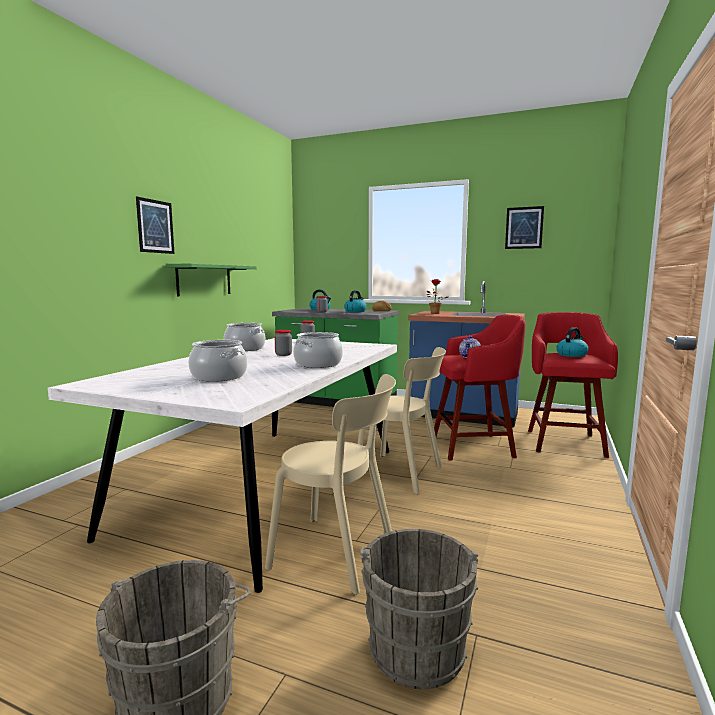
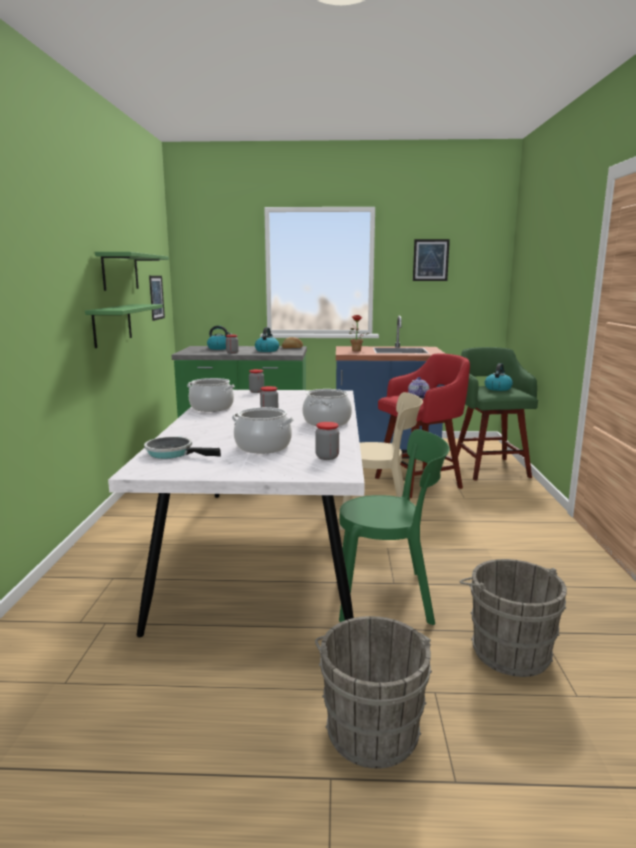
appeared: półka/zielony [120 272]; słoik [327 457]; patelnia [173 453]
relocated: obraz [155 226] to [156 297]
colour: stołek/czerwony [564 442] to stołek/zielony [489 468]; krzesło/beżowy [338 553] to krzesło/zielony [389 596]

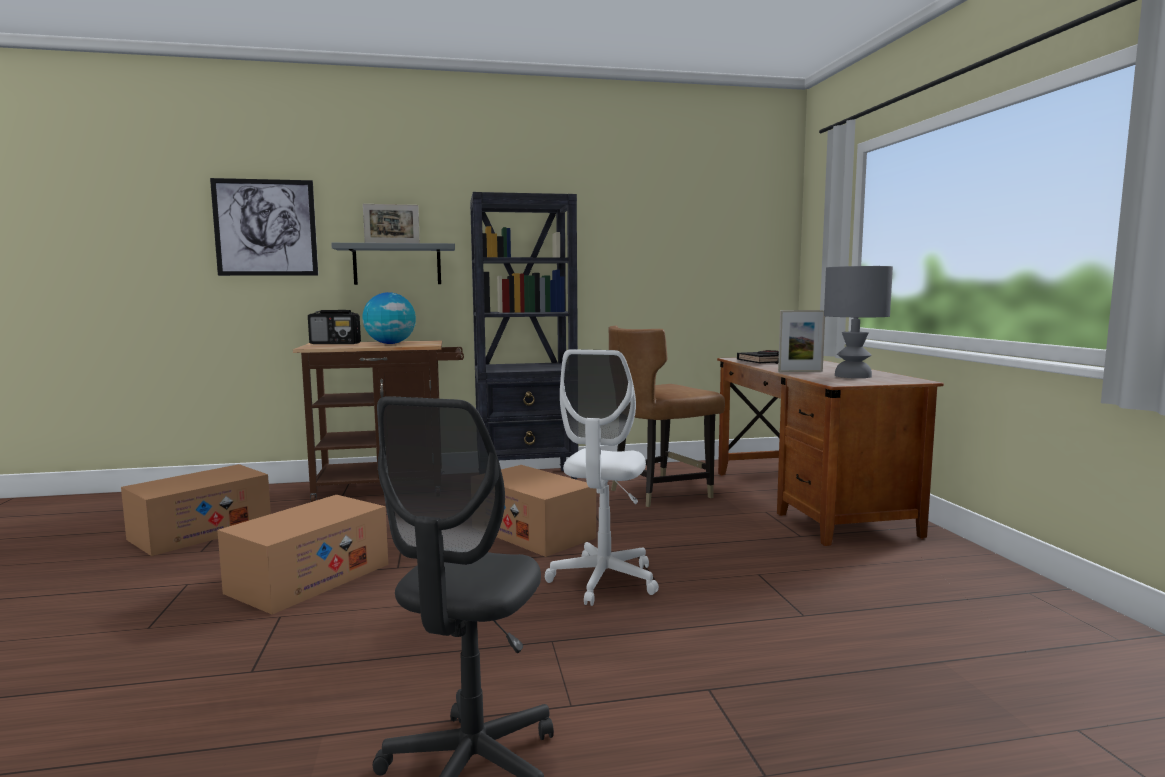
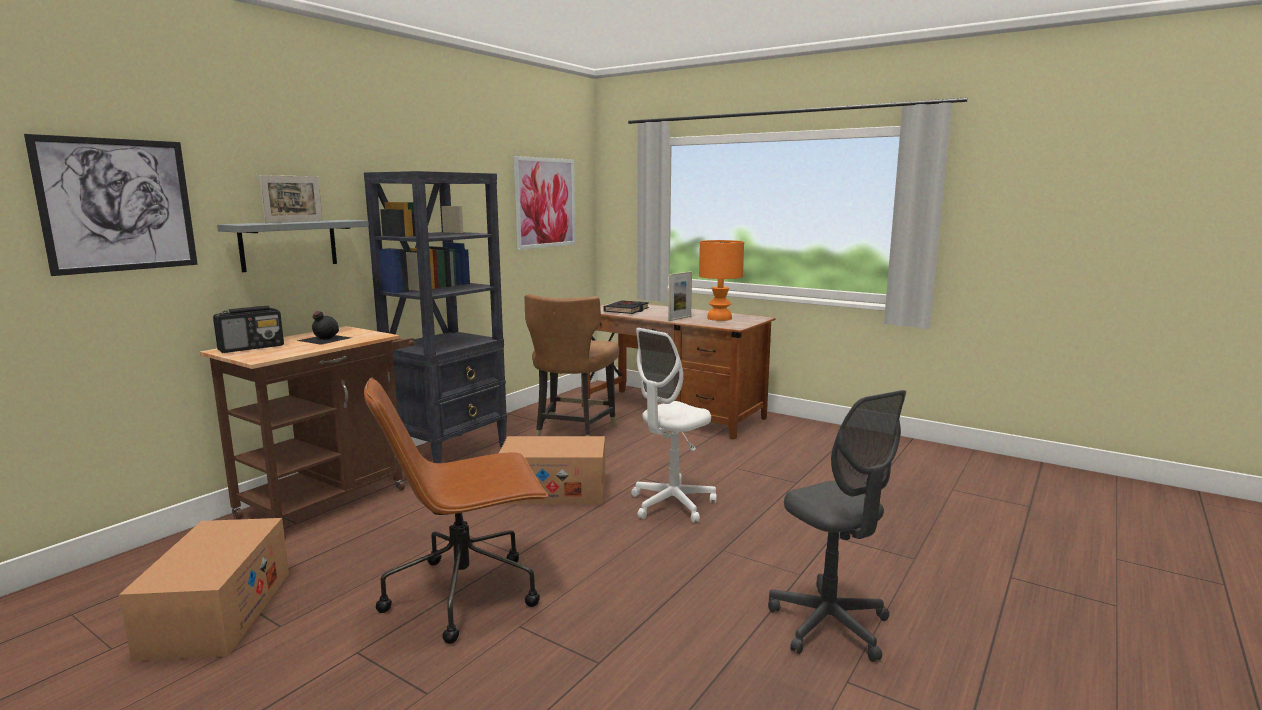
appeared: obraz [545 203]
exchanged: globus [390 343] to butelka/czarny [323 339]; karton [309 578] to krzesło biurowe/brązowy [466 593]
colour: lampa stołowa/szary [853 376] to lampa stołowa/pomarańczowy [719 318]
spun: krzesło biurowe/biały [604 581] = [672 505] 75 degrees clockwise

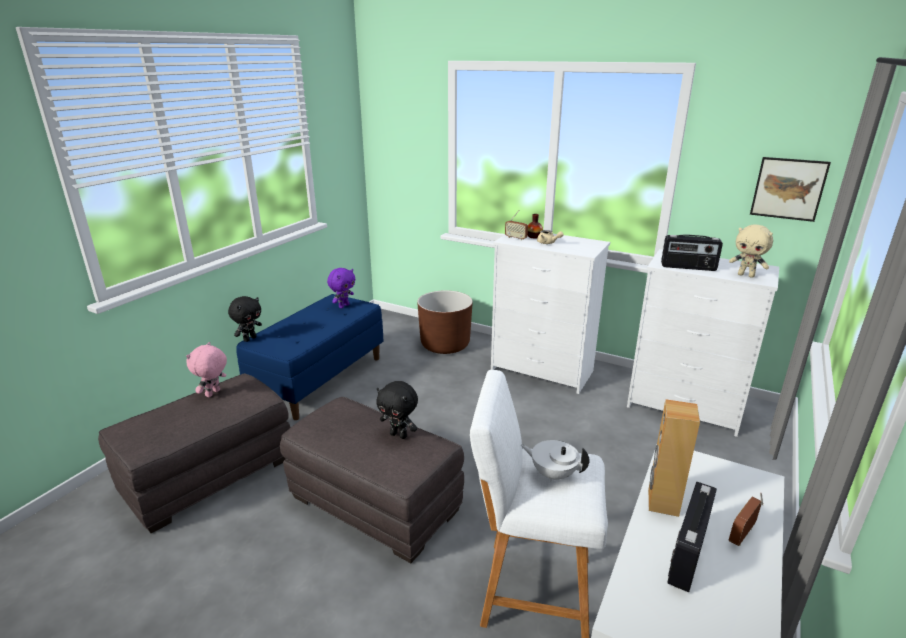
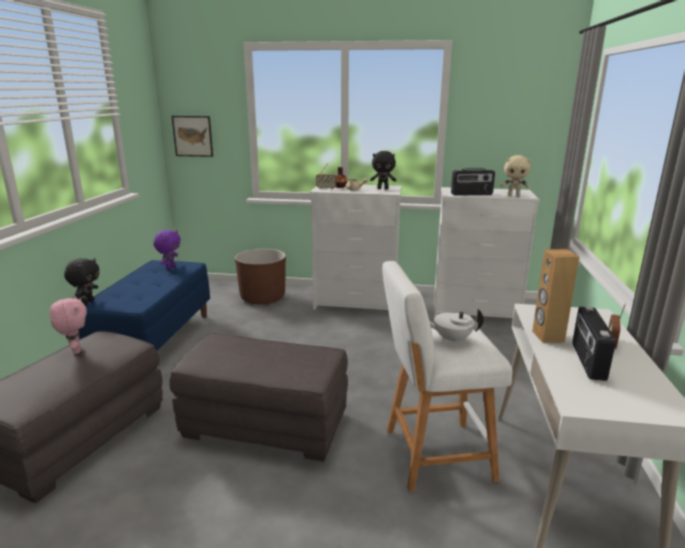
relocated: obraz [788 189] to [193 136]; pluszak/czarny [399 435] to [383 188]
spun: pluszak/różowy [213 394] = [75 350] 150 degrees clockwise

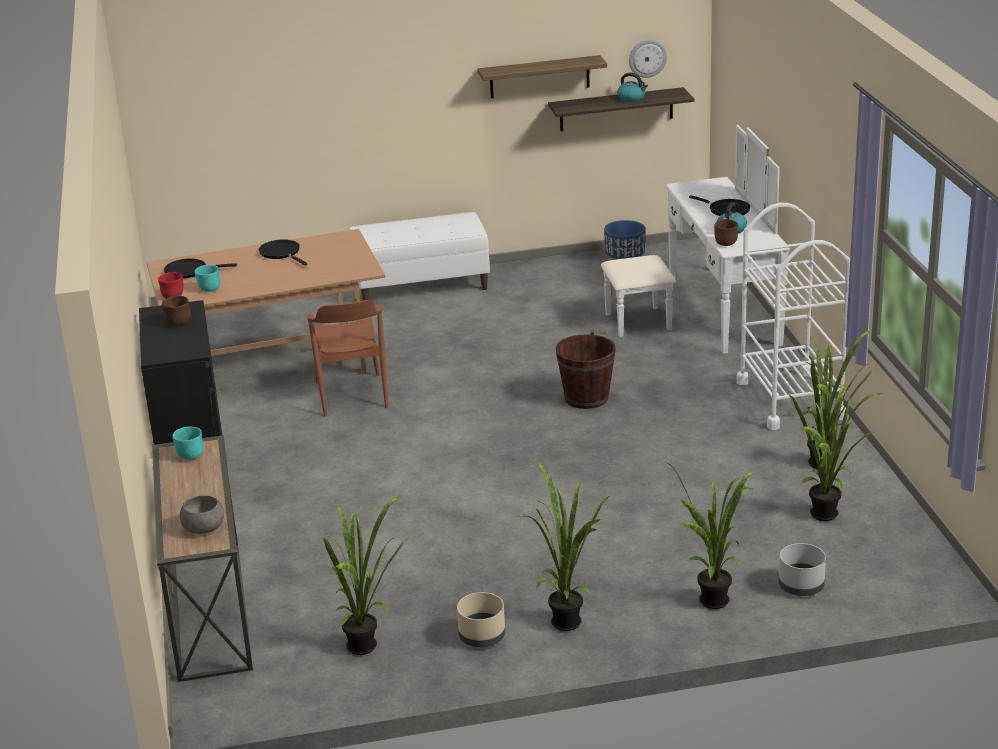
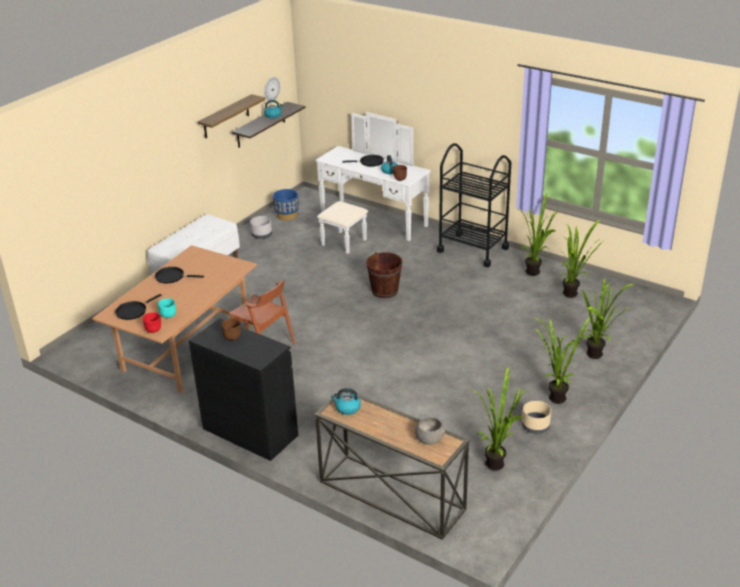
relocated: donica/szary [800 586] to [261 235]
exchanged: miska/turkusowy [190 456] to czajnik [347 408]
colour: wózek/biały [790 399] to wózek/czarny [472 249]

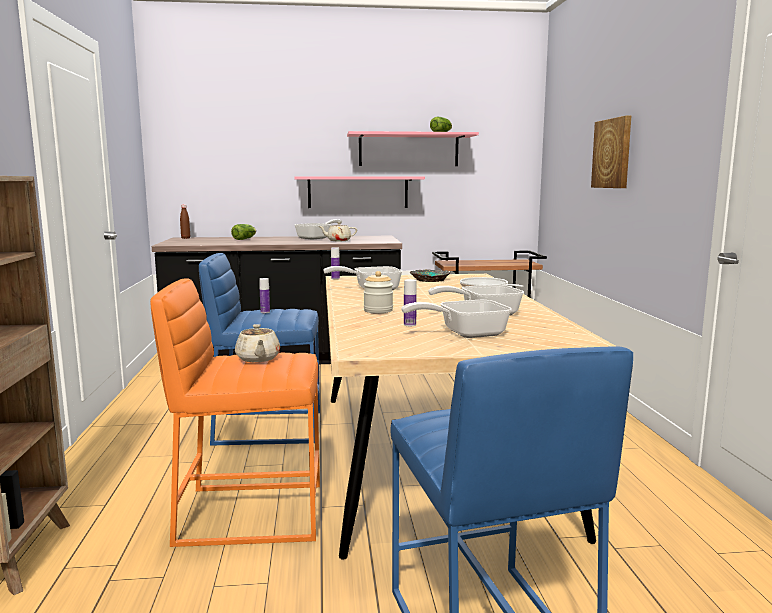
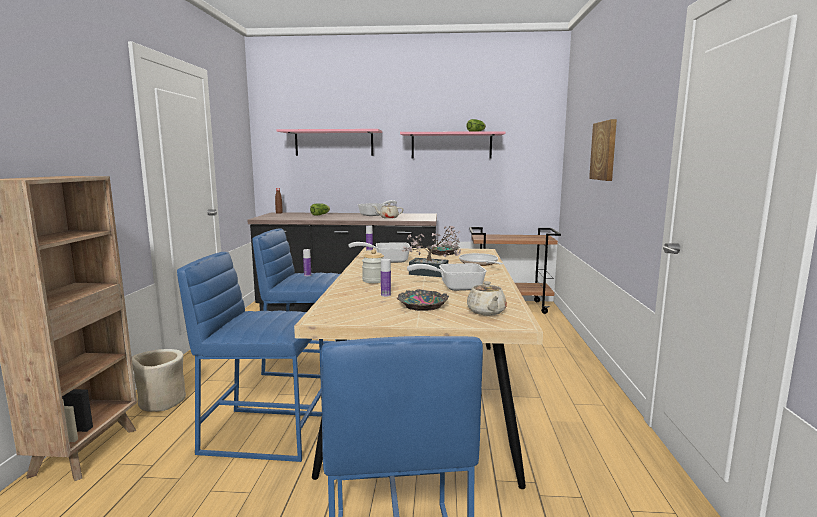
appeared: roślina doniczkowa [433 274]; donica/beżowy [161 402]
relocated: półka/różowy [358 192] to [334 143]; imbryk/beżowy [258 359] to [486 312]
exchanged: patelnia [465 333] to miska [422 306]
colour: stołek/pomarańczowy [250 512] to stołek/niebieski [264 432]

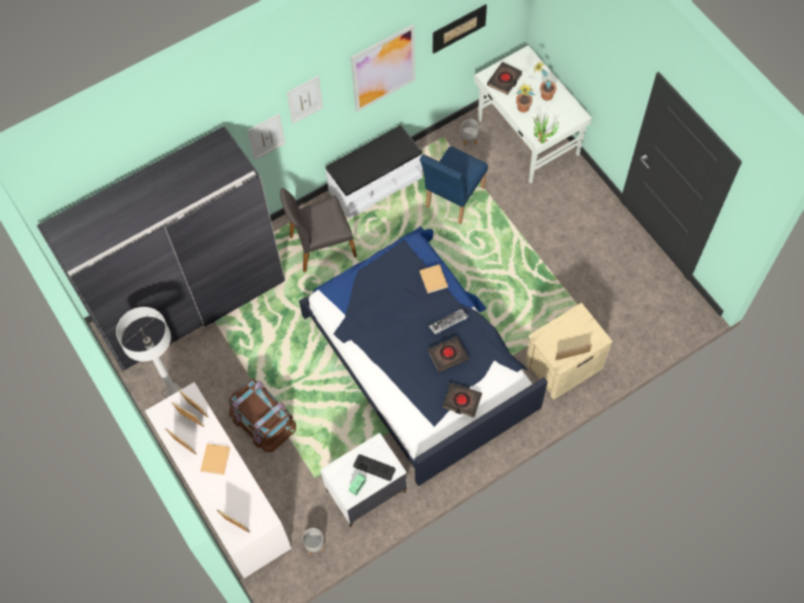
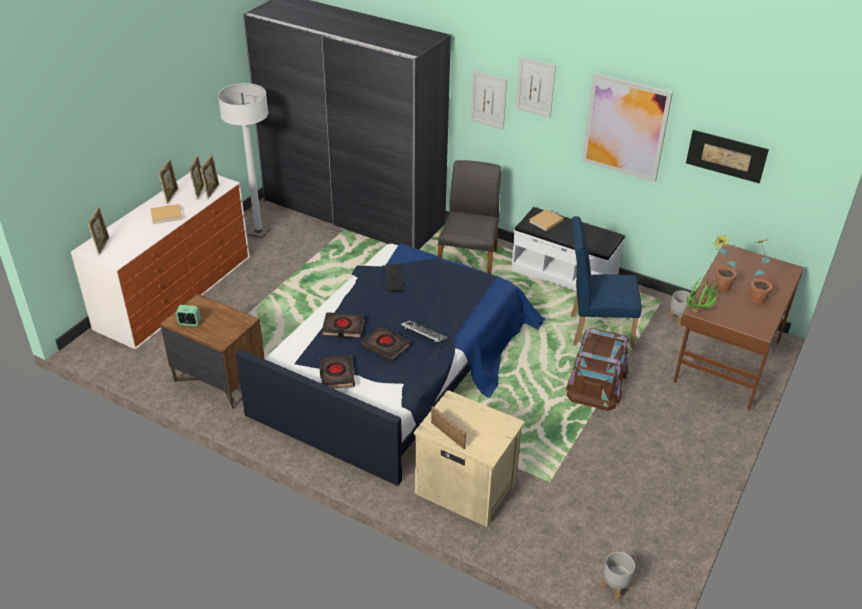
relocated: książka/czarny [504 80] to [343 328]; książka/beżowy [434 280] to [545 221]; pojemnik do przechowywania/brązowy [263 419] to [597 382]; klawiatura [374 467] to [394 278]; donica/szary [315 545] to [614 587]
colour: biurko/biały [527 138] to biurko/brązowy [726 361]; szafka nocna/biały [366 492] to szafka nocna/brązowy [219 379]
spun: krzesło/szary [321 246] = [468 264] 60 degrees clockwise

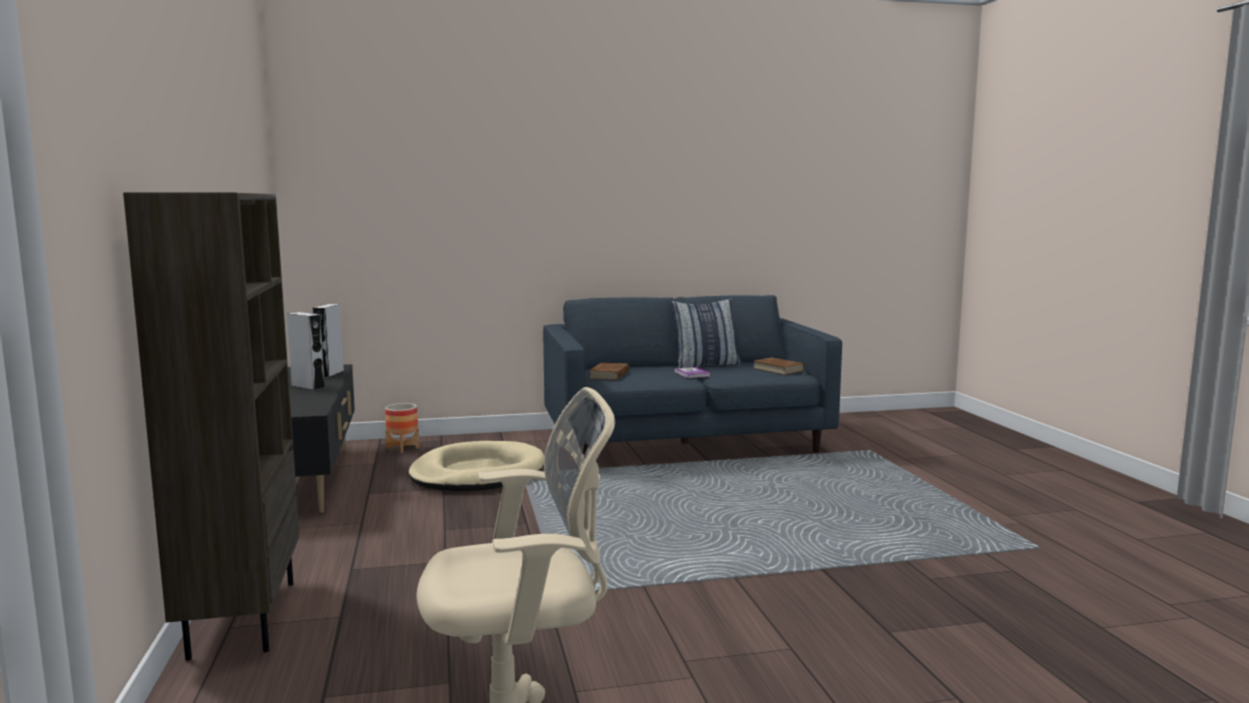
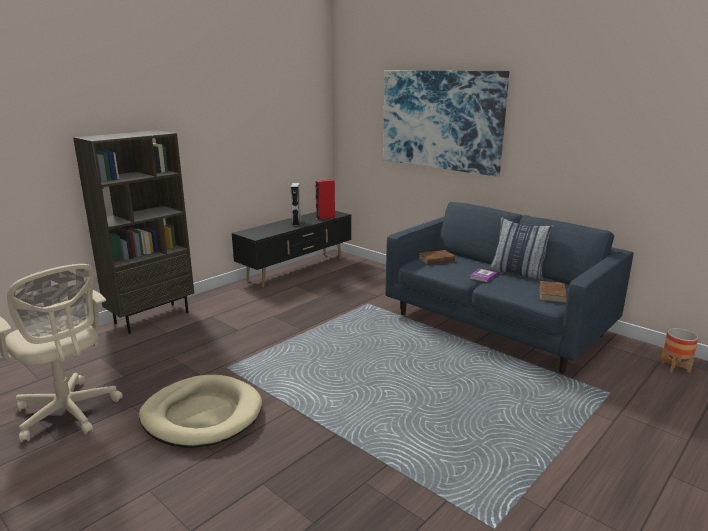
appeared: obraz [440 120]
relocated: donica [403 448] to [675 367]; legowisko/beżowy [478 473] to [202 415]
colour: głośnik/szary [330 374] to głośnik/czerwony [325 217]

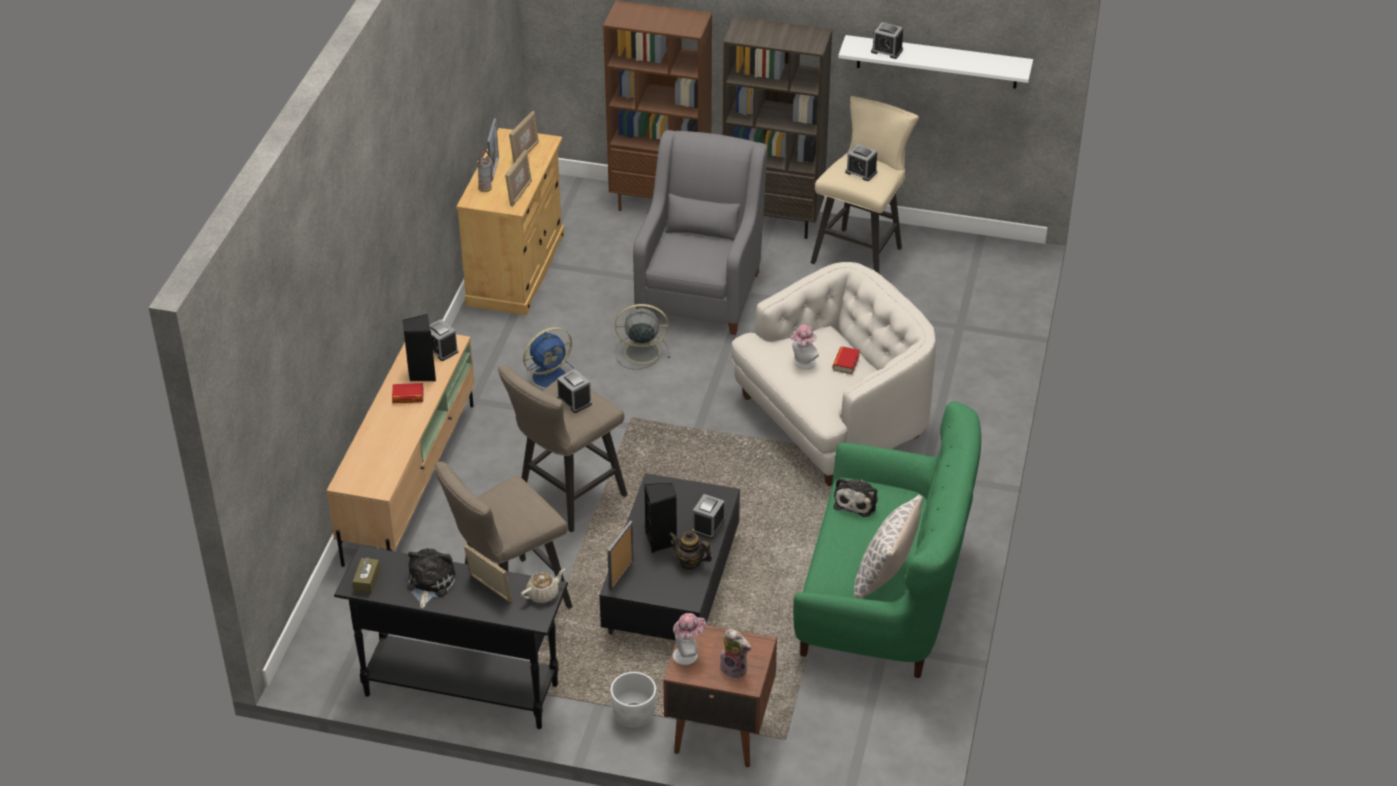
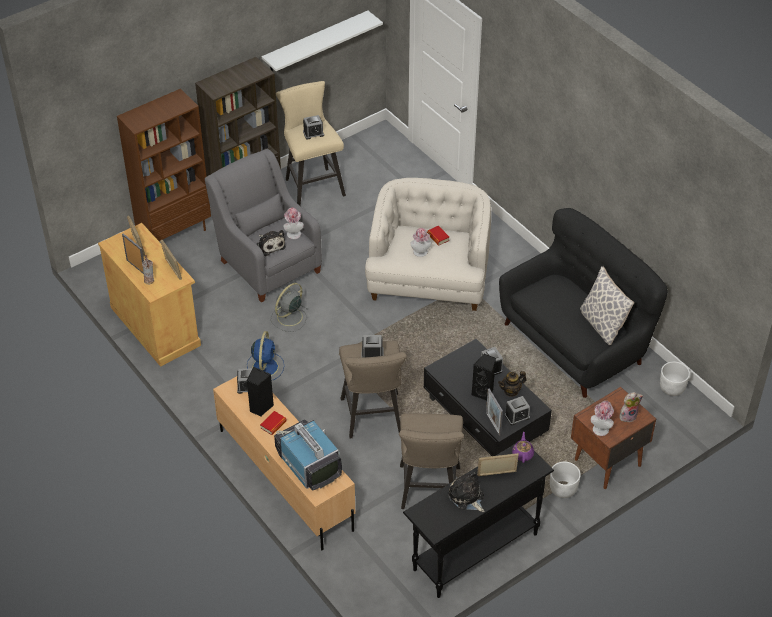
missing: pudełko chusteczek/brązowy [367 581]
appeared: kapelusz [293 232]; donica/biały [672 388]; telewizor [308 463]
relocated: budzik [886 51] to [517 416]; pluszak [857 501] to [270 245]
colour: kanapa/zielony [884 598] to kanapa/czarny [576 341]; imbryk/beżowy [543 594] to imbryk/fioletowy [522 454]

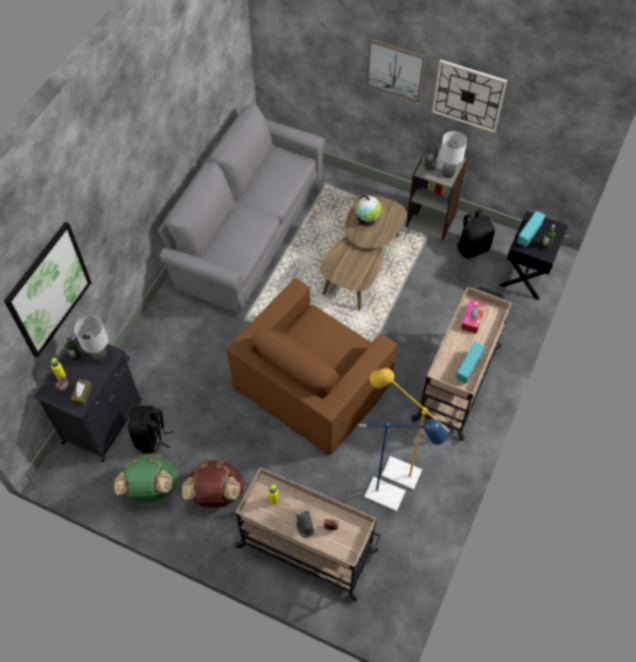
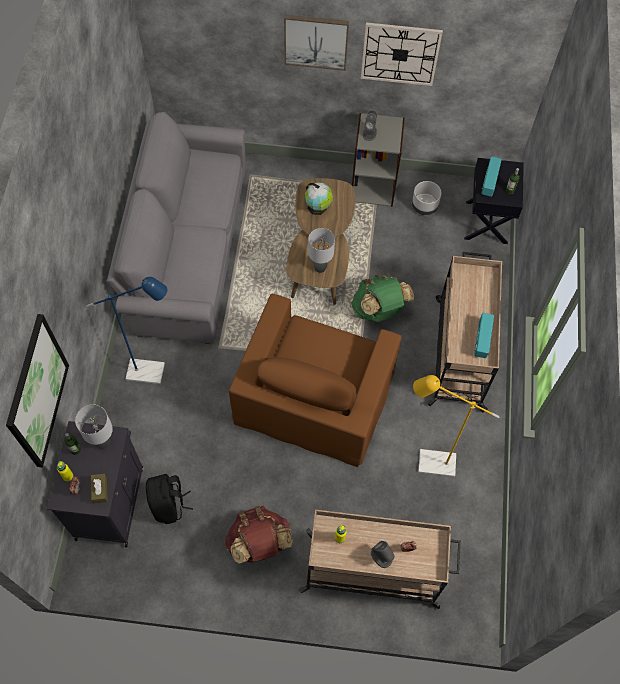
missing: pudełko chusteczek [472 319]
relocated: lampa stołowa/szary [448 174] to [320 268]; lampa stojąca/niebieski [391 497] to [152 372]; plecak/zielony [151 489] to [379 310]
exchanged: plecak/czarny [472 247] to donica/szary [424 206]

